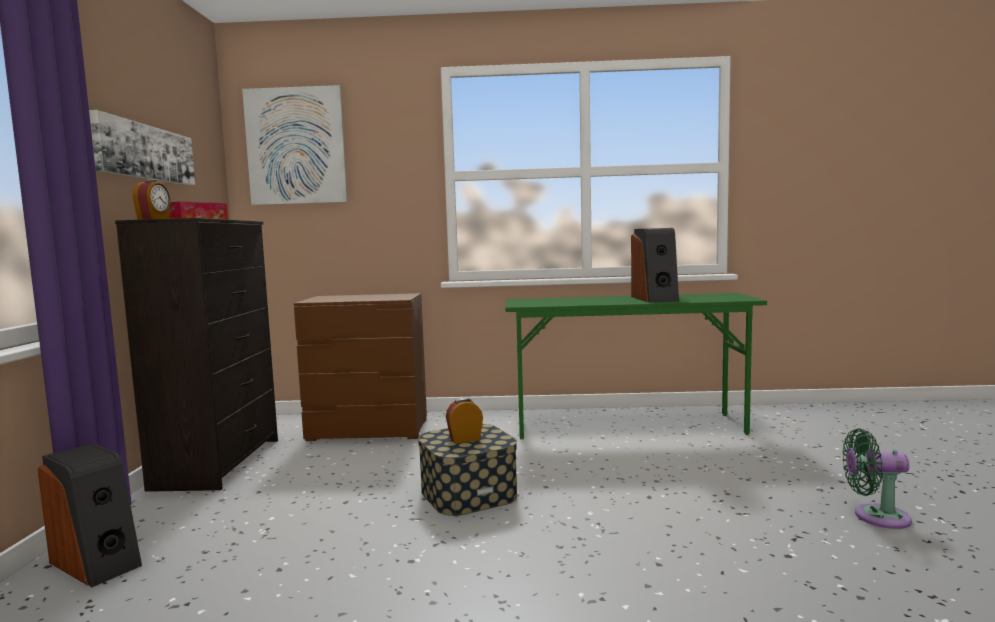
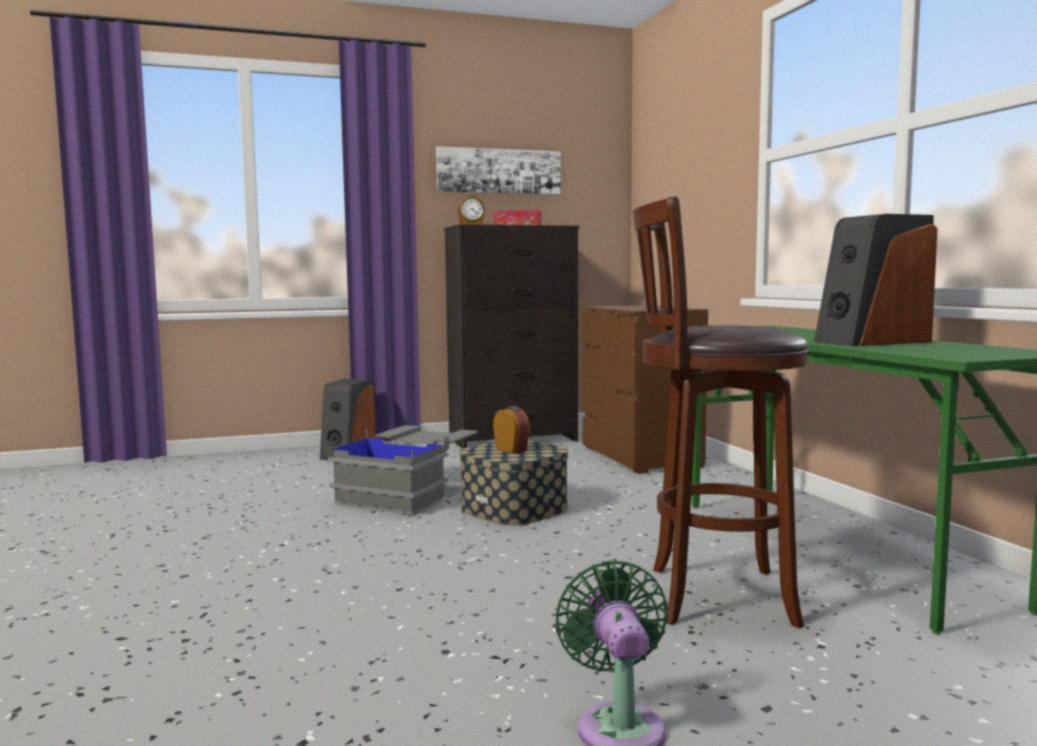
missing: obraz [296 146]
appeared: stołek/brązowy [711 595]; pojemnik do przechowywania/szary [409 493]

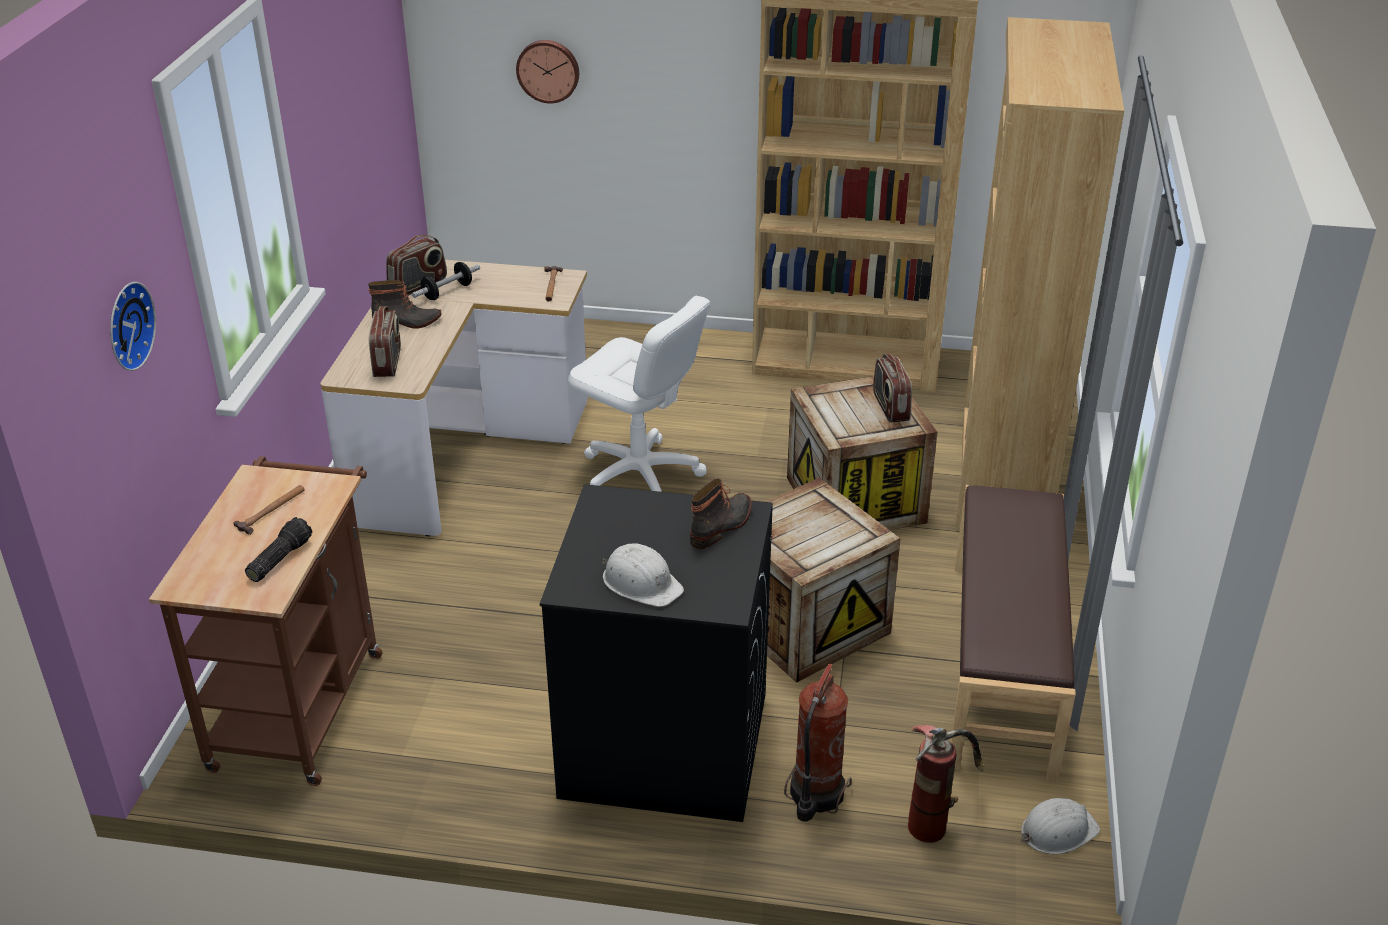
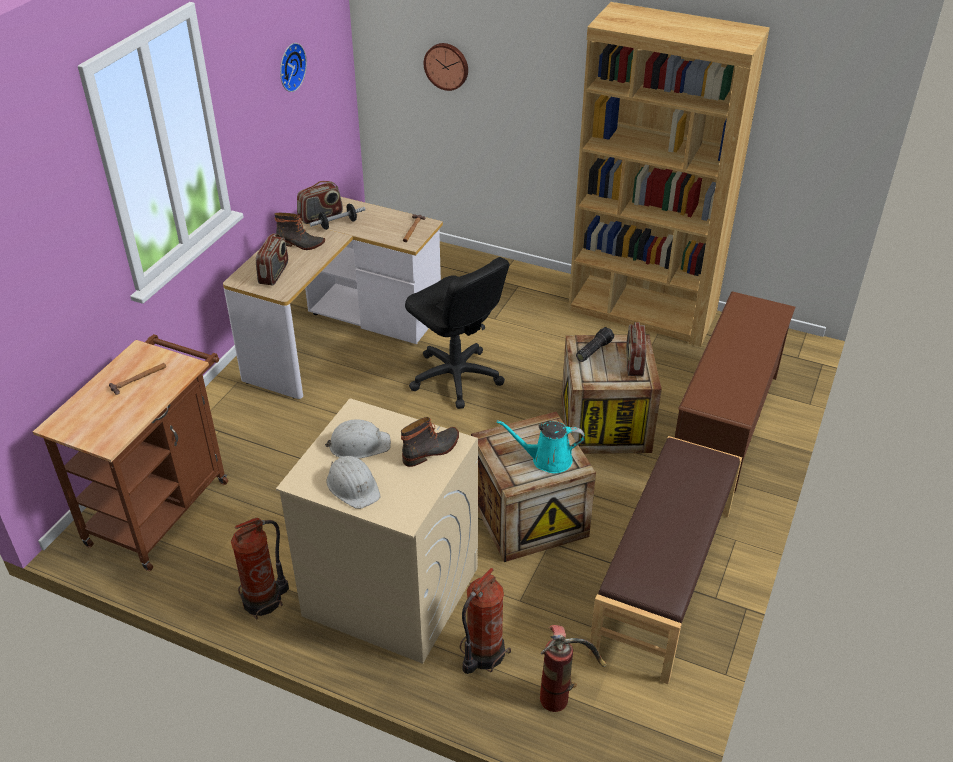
appeared: konewka/turkusowy [547 459]; gaśnica [264 600]
relocated: zegar ścienny [126 325] to [289 66]; latarka [279 559] to [593 350]; kask/biały [1057 831] to [359 444]
exchanged: regał/brązowy [1002 474] to regał na buty/brązowy [725 423]
colour: krzesło biurowe/biały [639 476] to krzesło biurowe/czarny [455 377]; pralka/czarny [663 745] to pralka/beżowy [390 591]

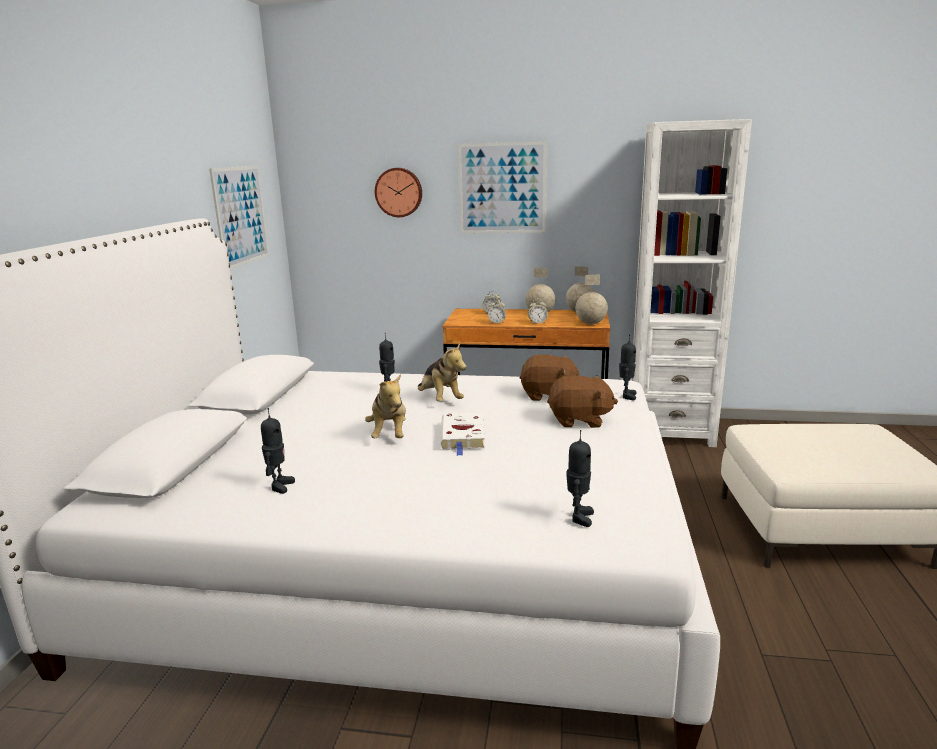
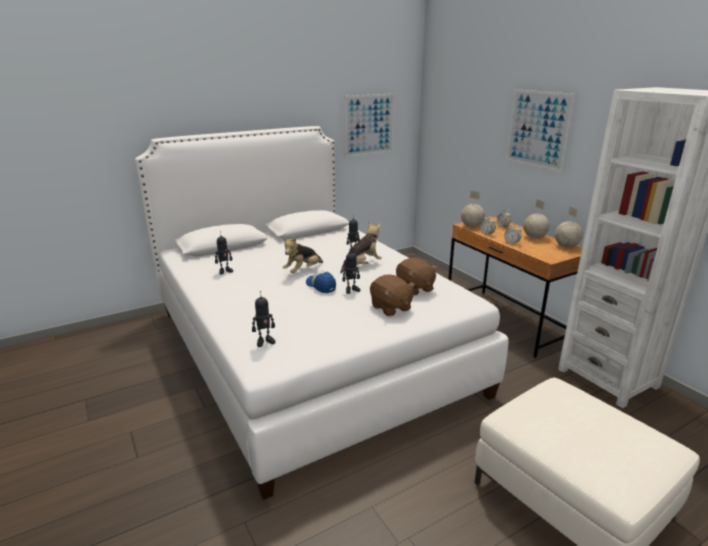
missing: zegar ścienny [399 192]
relocated: globus [591 323] to [471 226]; robot zabawkowy [626 396] to [351 290]
exchanged: książka/biały [463 436] to czapka z daszkiem [321 286]
spun: pluszak [440 399] = [362 265] 150 degrees counterclockwise

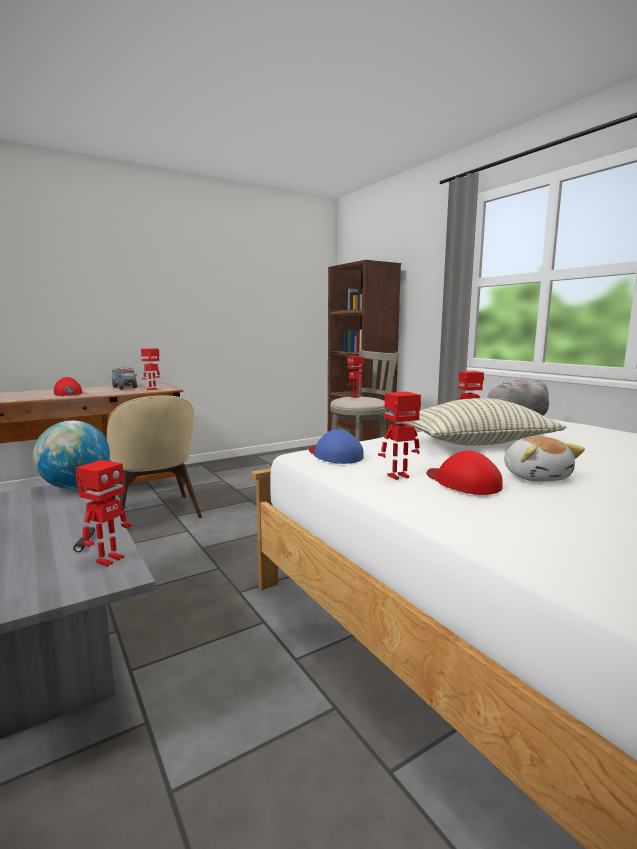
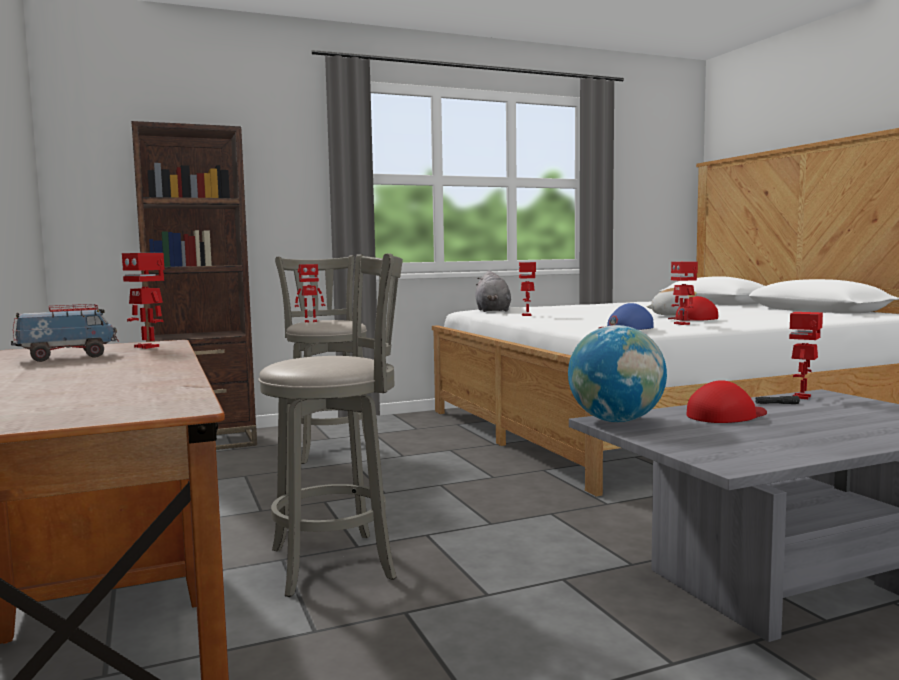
missing: poduszka [477 443]
relocated: czapka z daszkiem/czerwony [68 394] to [726 415]
exchanged: krzesło/beżowy [155 515] to stołek/szary [340 562]
spun: robot zabawkowy [109 560] = [802 397] 90 degrees counterclockwise

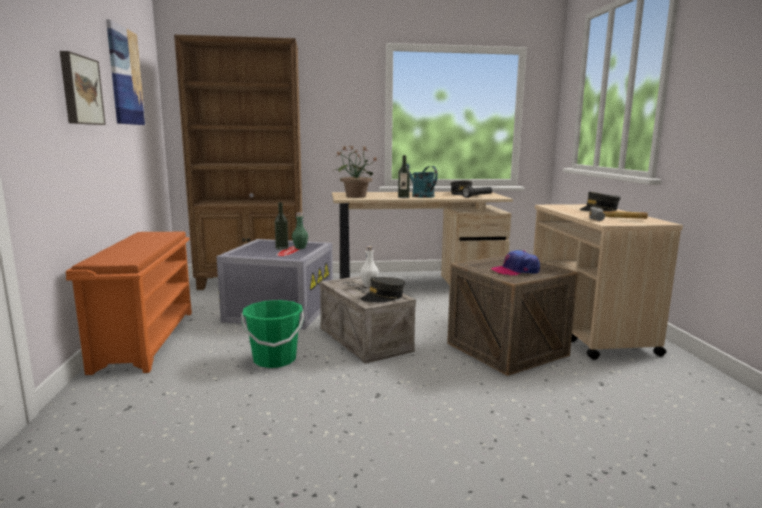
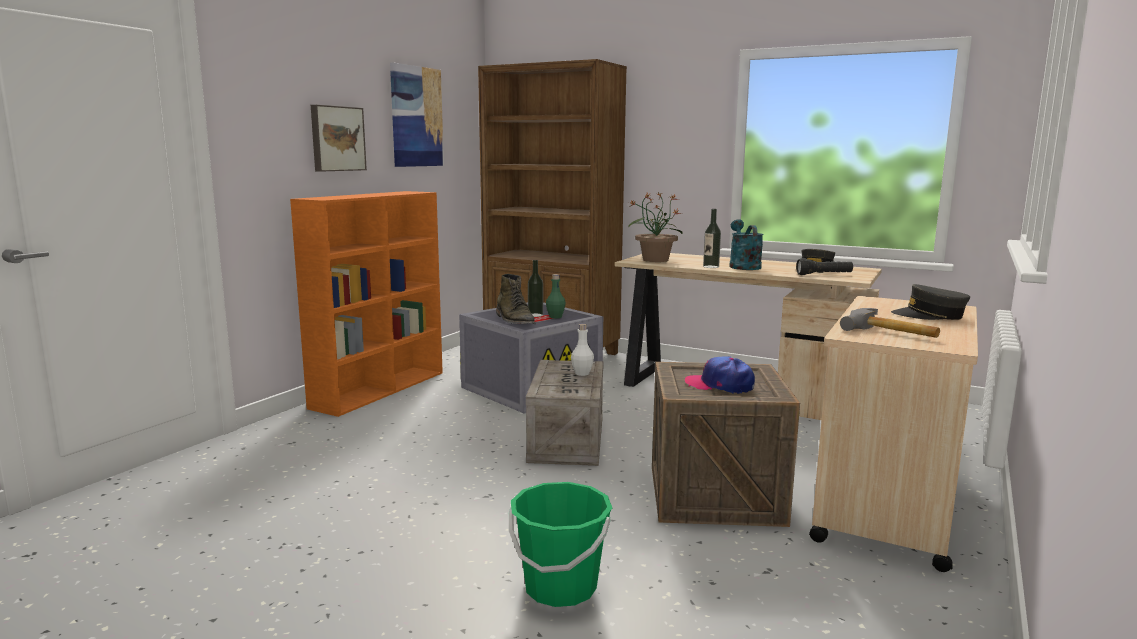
missing: czapka z daszkiem/szary [383 297]
appeared: but z cholewką/zielony [515 320]
relocated: wiadro/zielony [274 359] to [560 587]
exchanged: regał na buty/pomarańczowy [145 339] to regał/pomarańczowy [380 389]

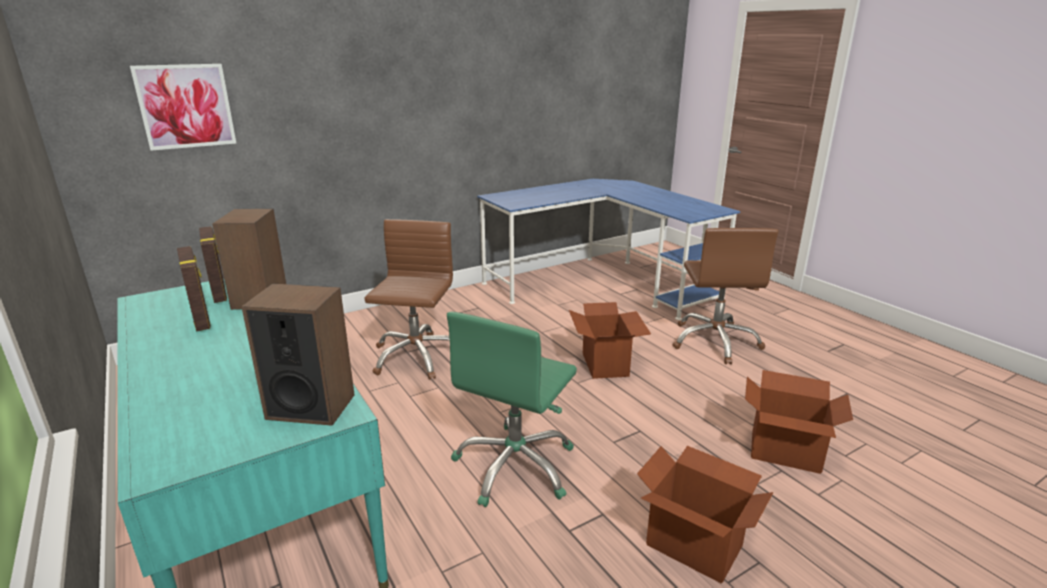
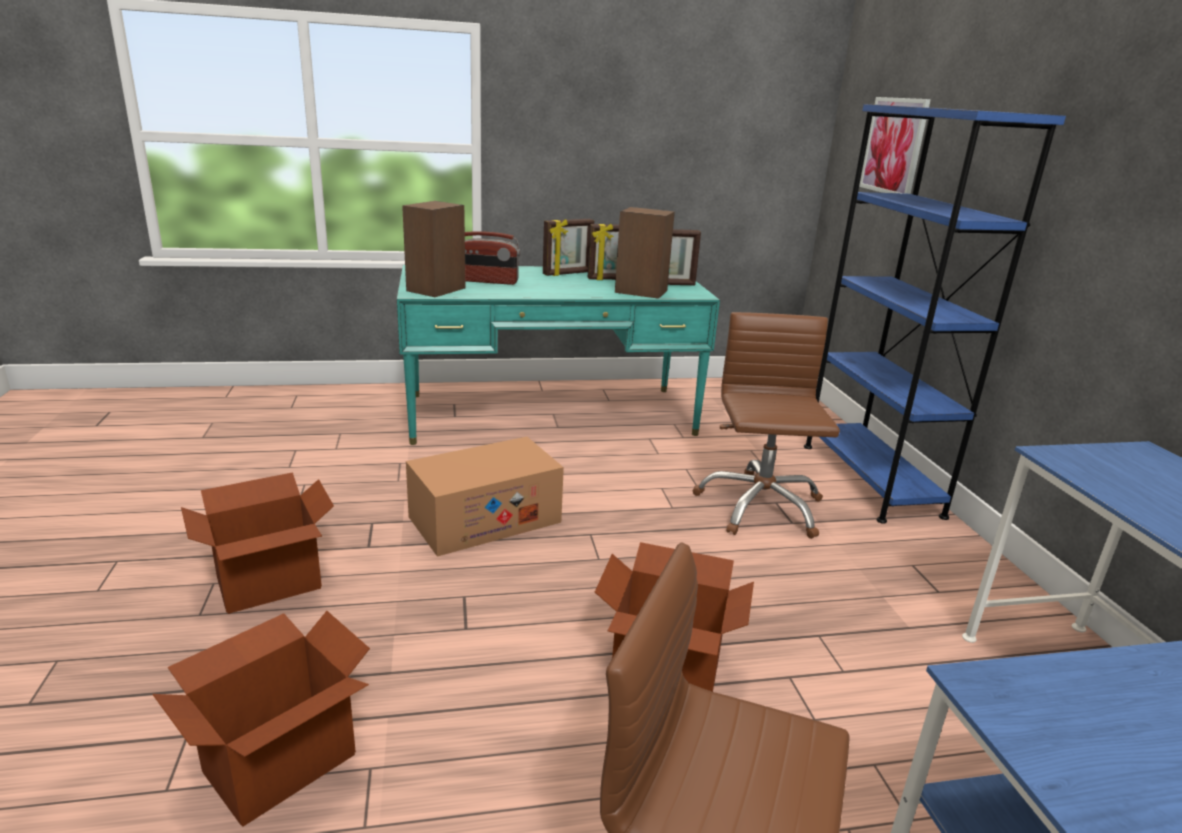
appeared: regał/niebieski [870 479]; ramka na zdjęcie [567 273]; radio [488 281]
exchanged: krzesło biurowe/zielony [515 466] to karton [485 519]
spun: krzesło biurowe/brązowy [416 356] = [759 506] 120 degrees counterclockwise

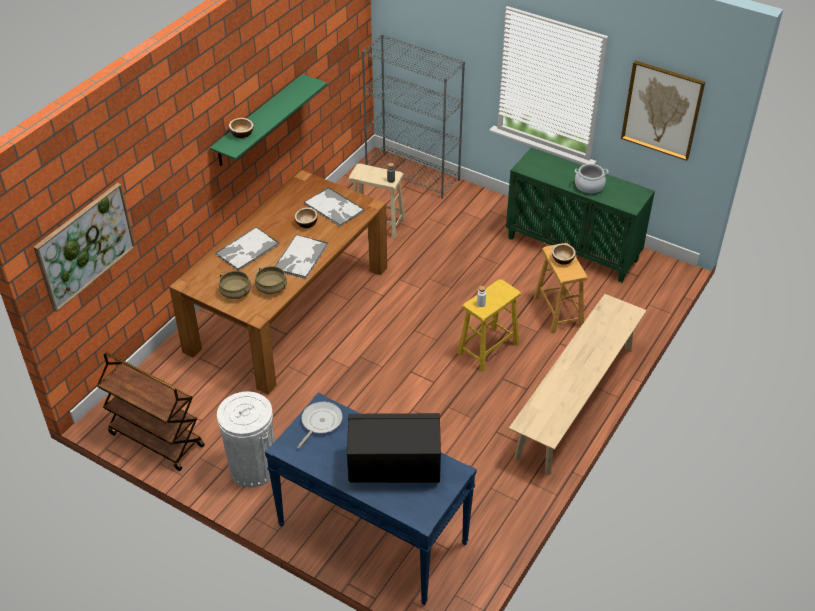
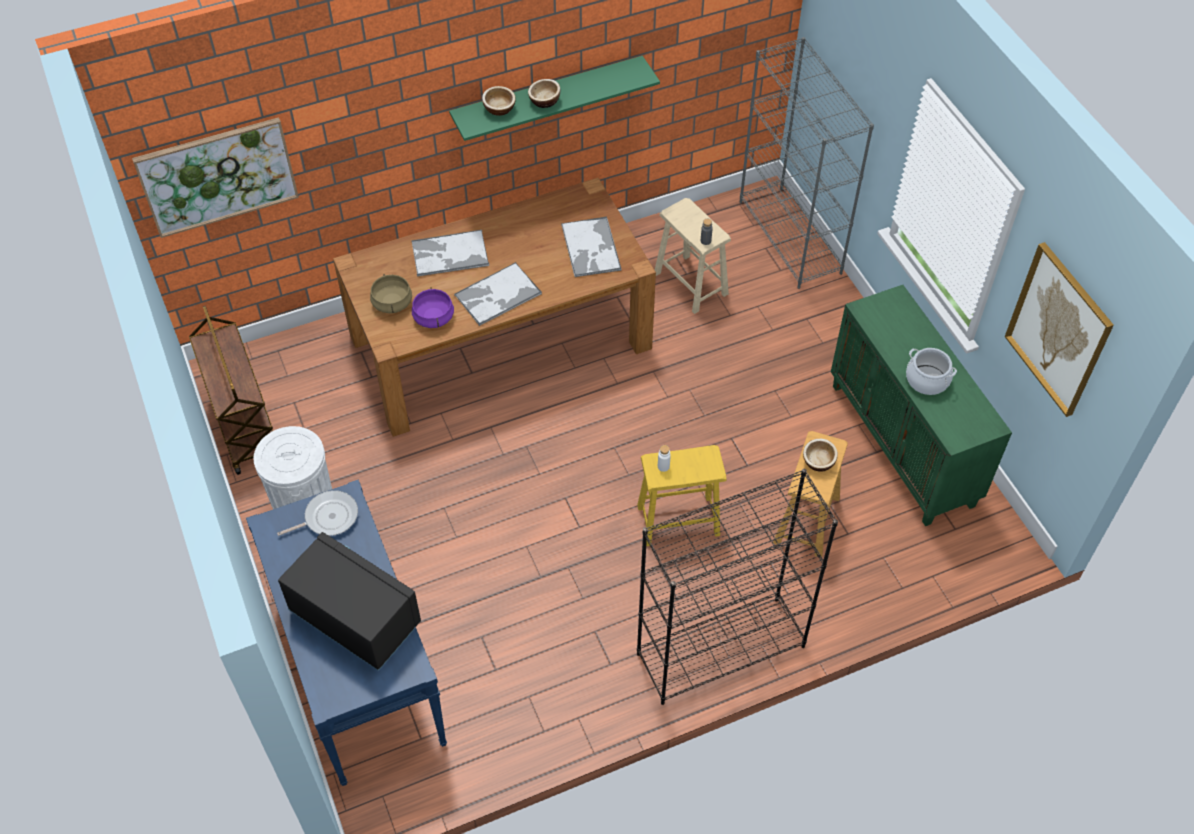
relocated: miska [306 223] to [544 101]
exchanged: ławka/beżowy [575 402] to regał/czarny [720 651]
colour: garnek/beżowy [272 287] to garnek/fioletowy [434 317]

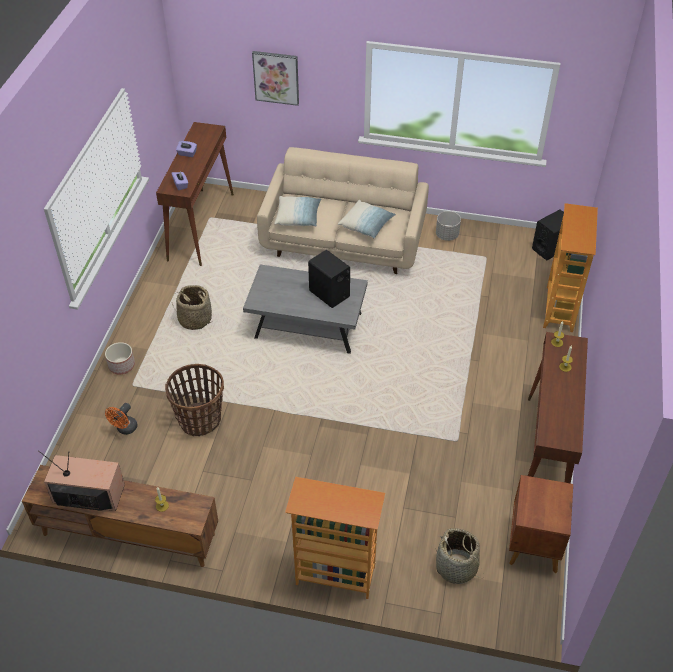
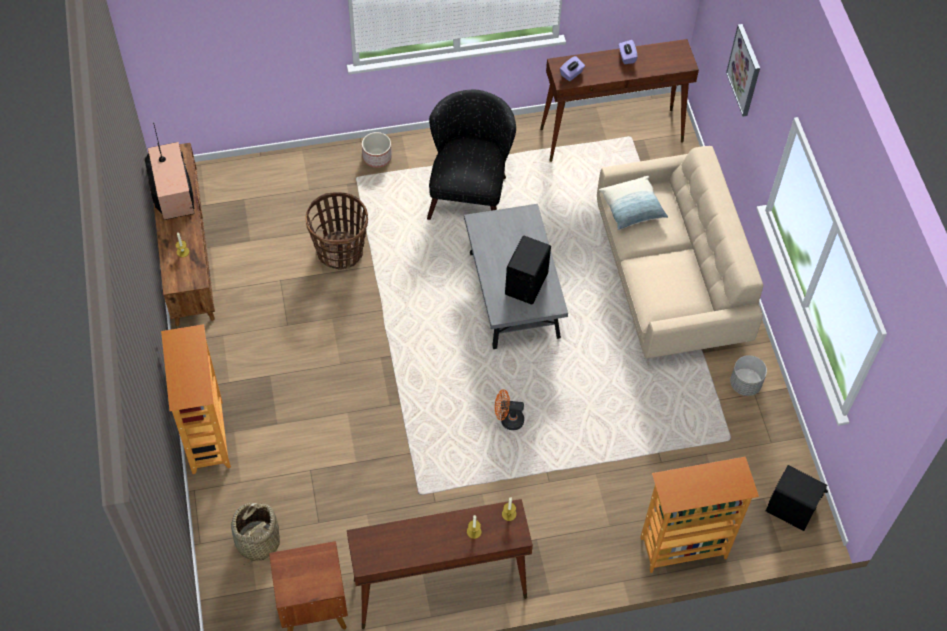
missing: poduszka [366 225]
relocated: wentylator/pomarańczowy [125 429] to [508 420]
exchanged: koszyk [195 319] to fotel/czarny [469 190]

